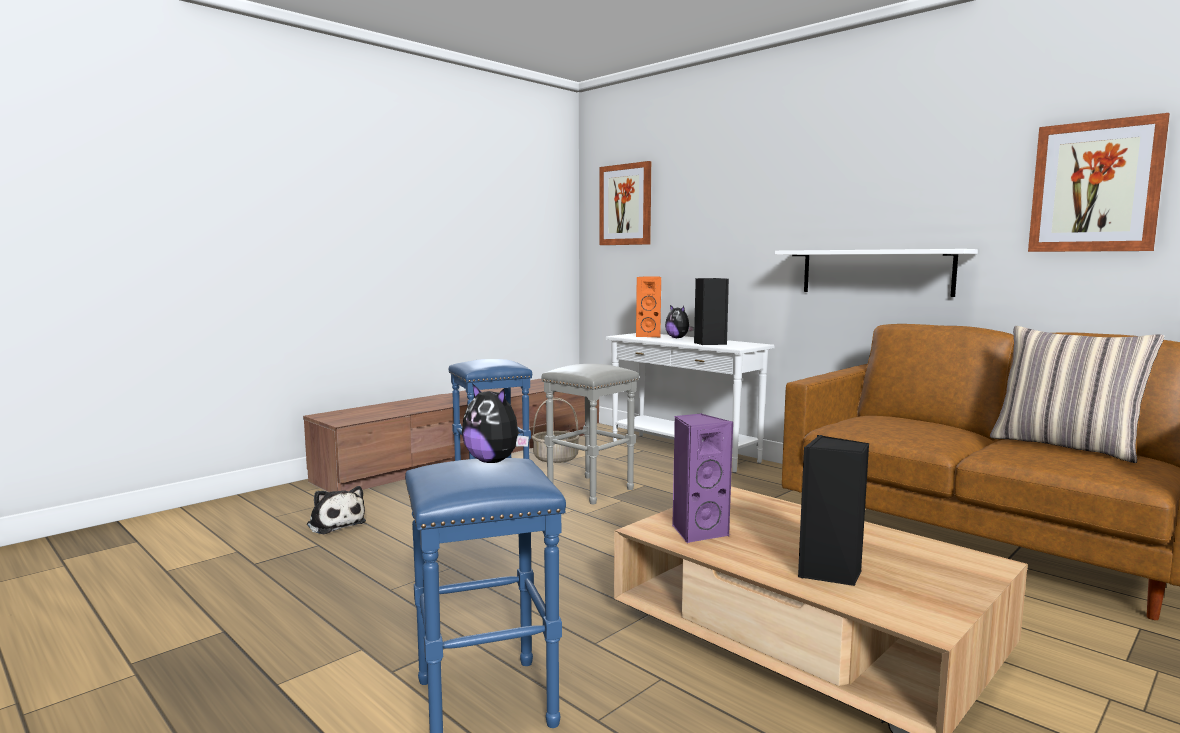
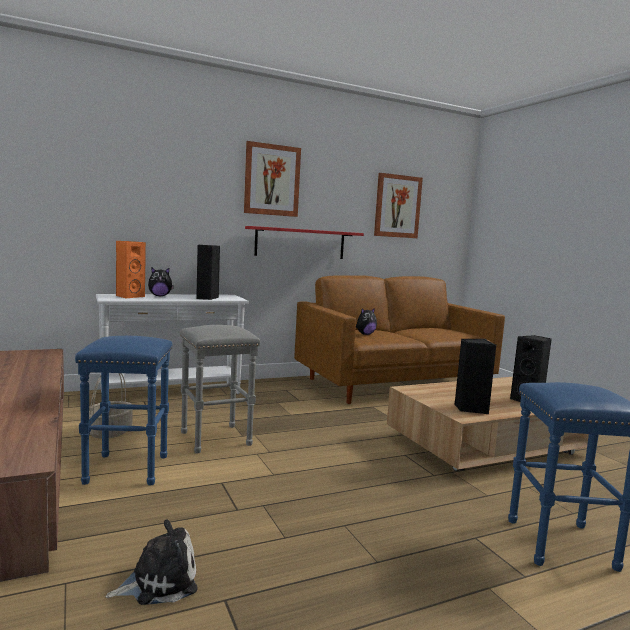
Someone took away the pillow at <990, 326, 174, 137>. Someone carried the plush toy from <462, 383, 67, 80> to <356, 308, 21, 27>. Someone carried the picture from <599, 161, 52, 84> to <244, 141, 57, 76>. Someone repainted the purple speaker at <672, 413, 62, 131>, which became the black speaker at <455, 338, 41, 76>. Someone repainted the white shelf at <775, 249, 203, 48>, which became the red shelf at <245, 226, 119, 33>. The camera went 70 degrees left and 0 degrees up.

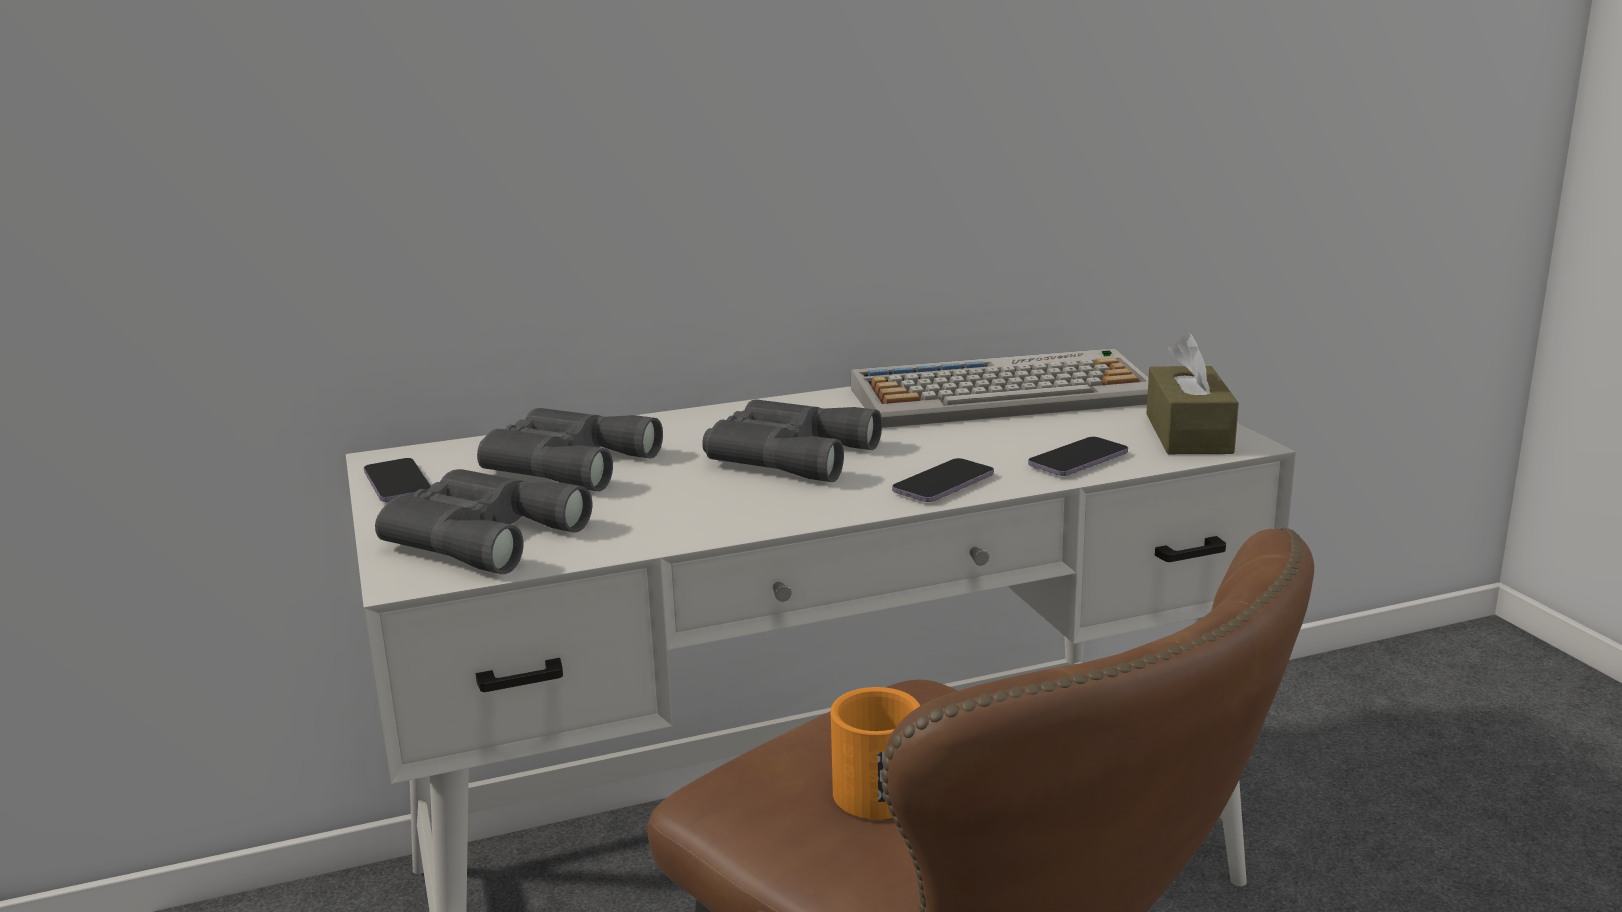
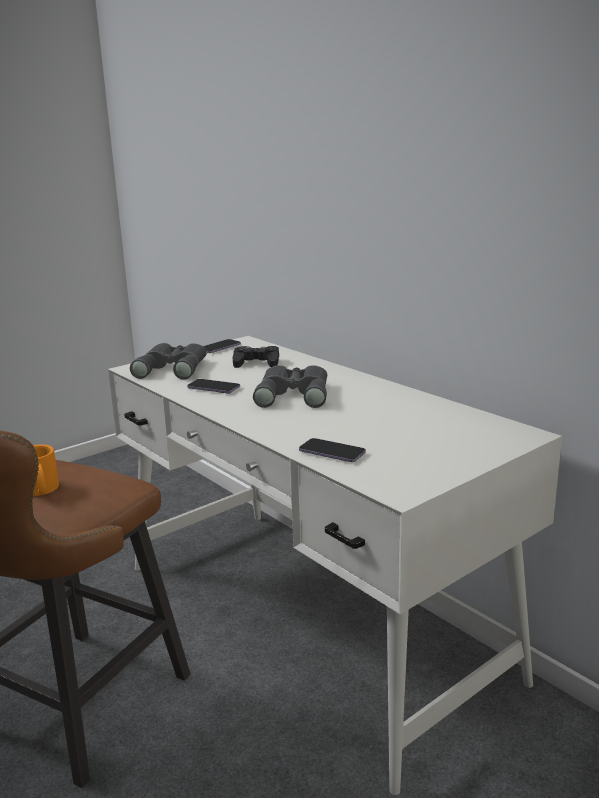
Someone took away the keyboard at <851, 348, 298, 80>. Someone took away the brown tissue box at <1146, 333, 93, 121>. Someone carried the phone from <892, 458, 102, 44> to <187, 379, 53, 15>. Someone swapped the grey binoculars at <477, 408, 186, 83> for the black game controller at <233, 346, 46, 22>. The camera went 70 degrees right and 0 degrees up.

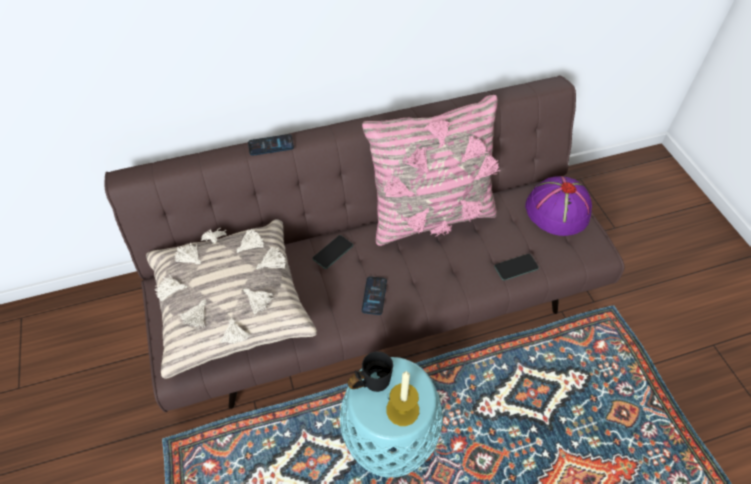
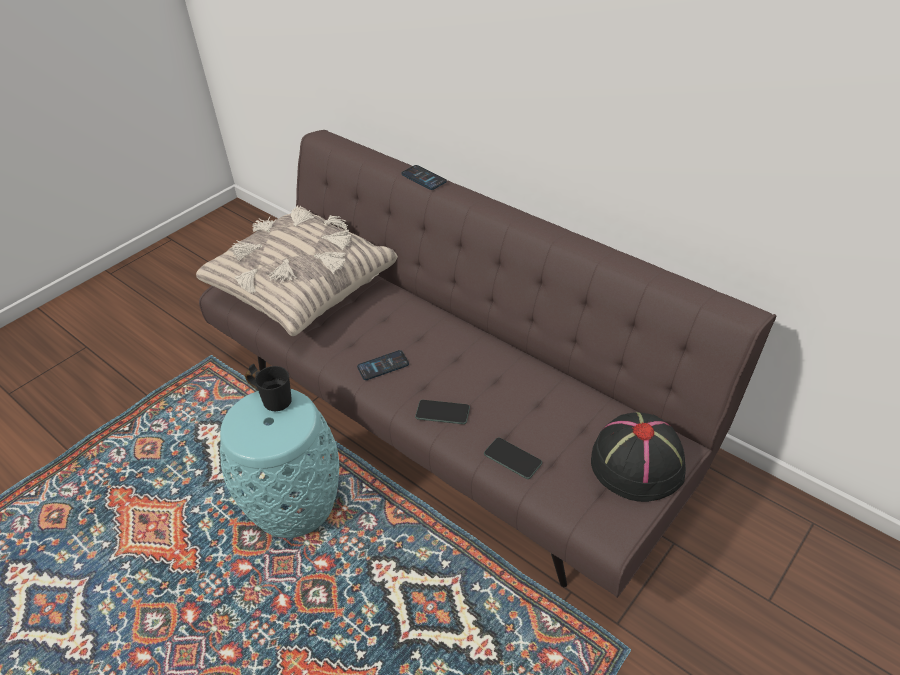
Someone took away the pink pillow at <362, 95, 138, 151>. Someone took away the candle at <386, 371, 33, 55>. Someone carried the phone from <313, 235, 40, 34> to <415, 400, 55, 24>. Someone repainted the purple hat at <525, 176, 67, 60>, which became the black hat at <591, 412, 95, 90>. The camera went 60 degrees right and 10 degrees down.

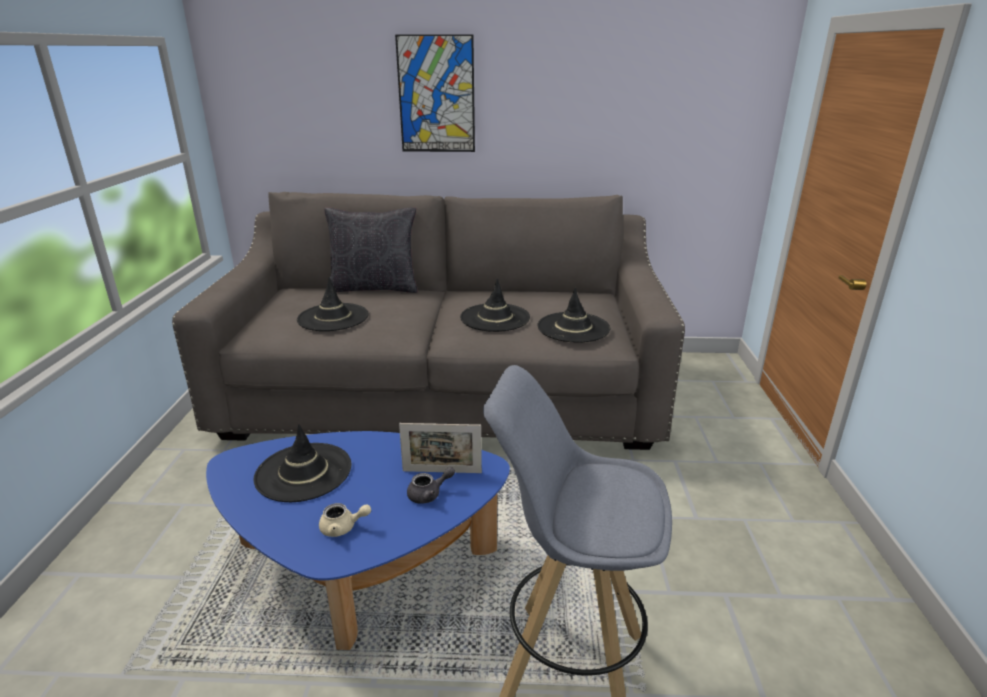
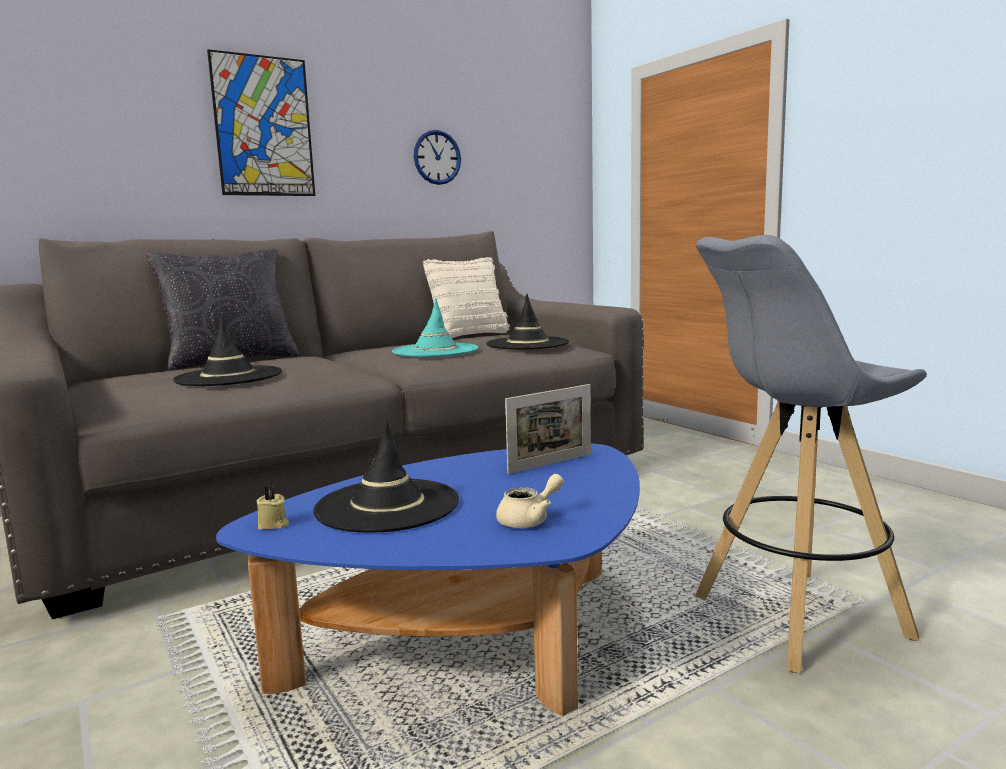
Someone took away the grey teapot at <407, 467, 48, 37>. Someone put down the beige candle at <257, 485, 32, 45>. Someone put up the wall clock at <414, 130, 47, 55>. Someone put down the beige pillow at <422, 257, 88, 81>. Someone repainted the black hat at <460, 278, 70, 54>, which became the turquoise hat at <392, 299, 86, 58>. The camera went 35 degrees left and 15 degrees down.

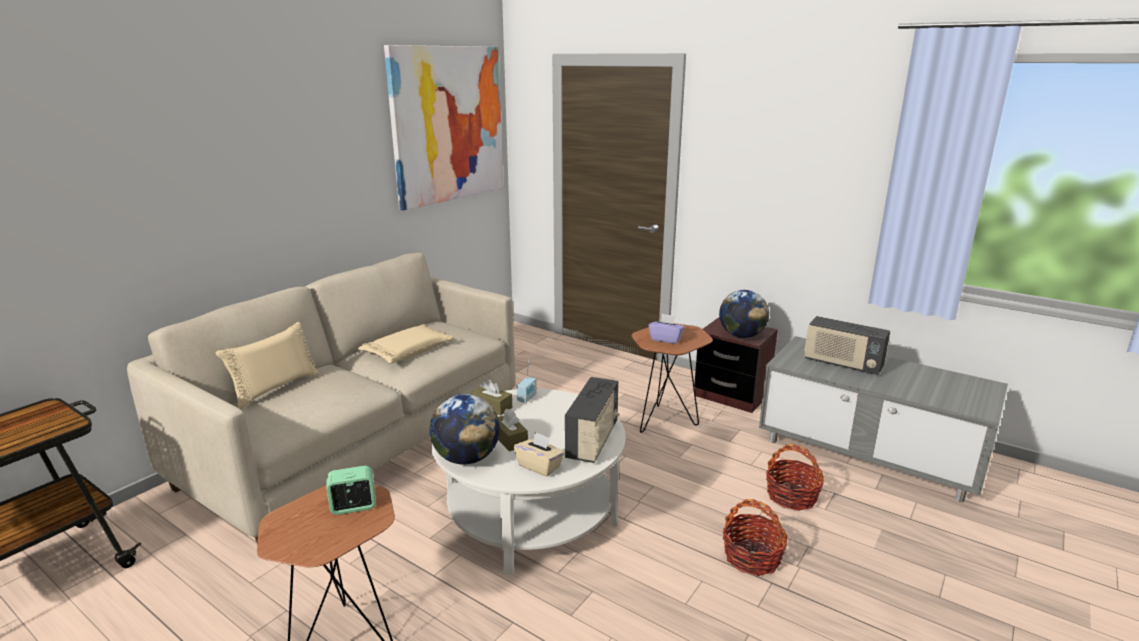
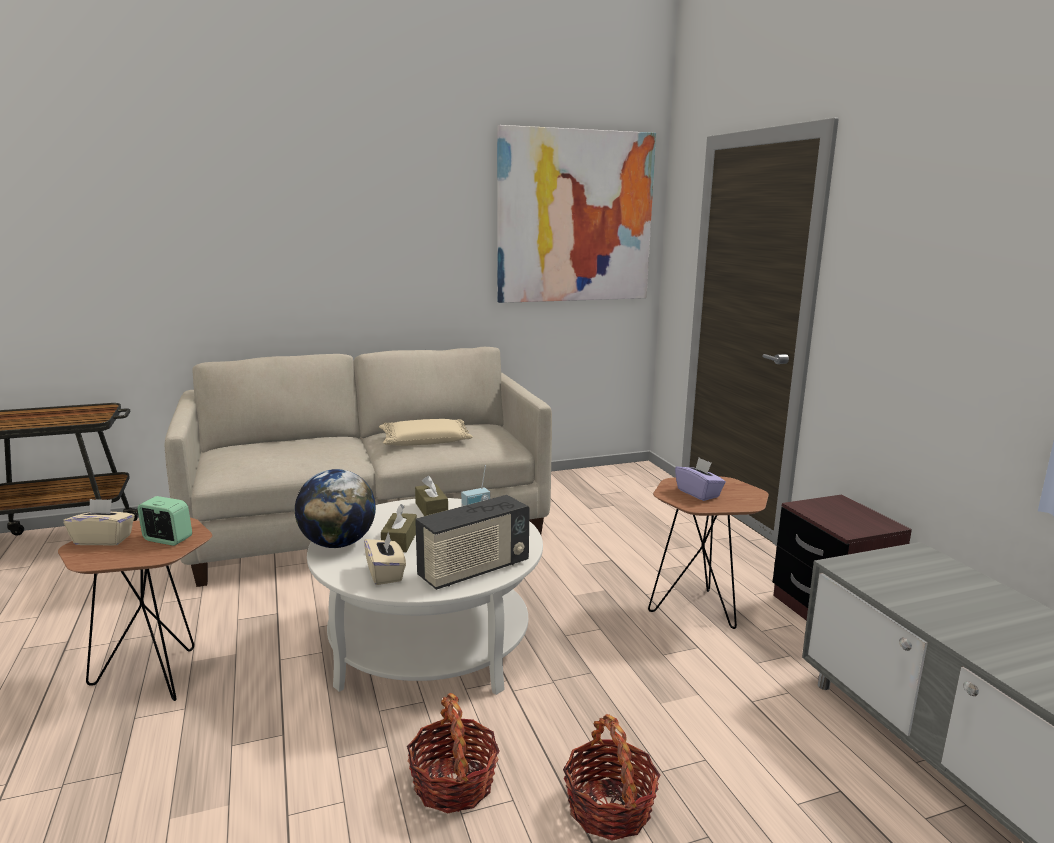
Someone took away the beige pillow at <216, 322, 103, 87>. Someone took away the globe at <719, 290, 50, 48>. Someone took away the radio at <804, 316, 86, 59>. Someone put down the beige tissue box at <64, 499, 71, 47>. Someone carried the basket from <766, 445, 58, 66> to <407, 693, 93, 120>. The camera went 35 degrees right and 5 degrees down.

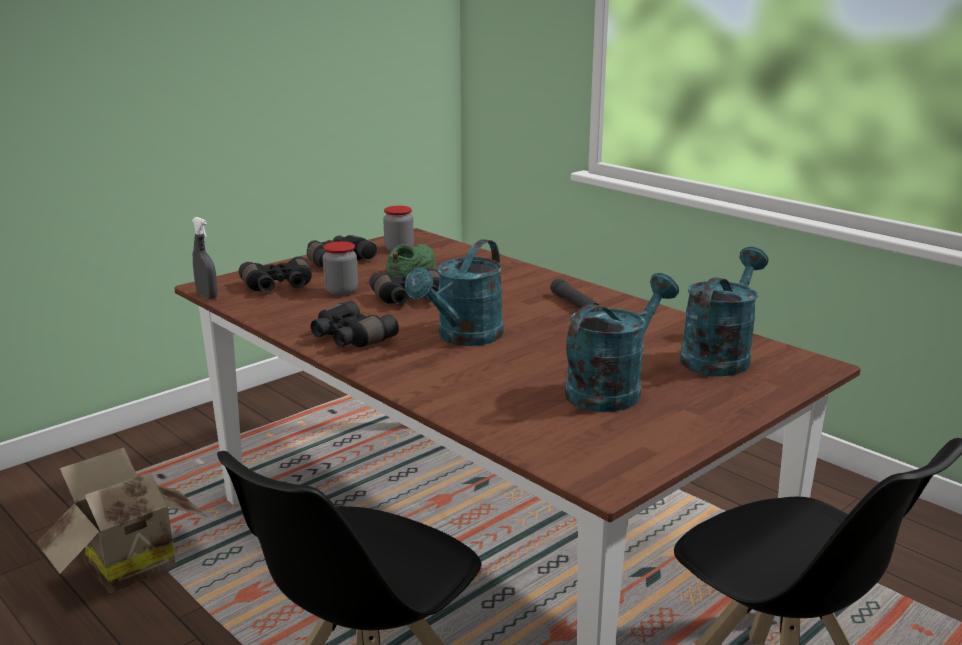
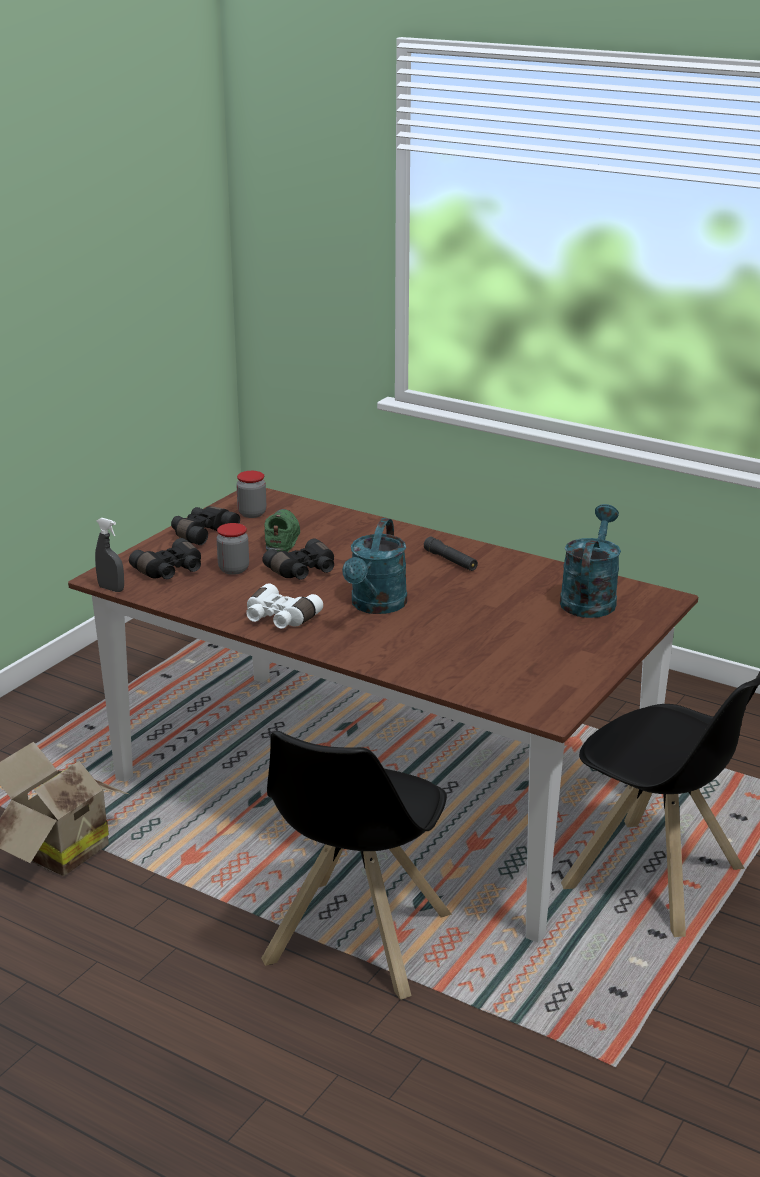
Someone took away the turquoise watering can at <565, 273, 114, 139>. Someone repainted the black binoculars at <311, 301, 88, 46>, which became the white binoculars at <246, 583, 77, 46>. The camera went 15 degrees left and 5 degrees up.

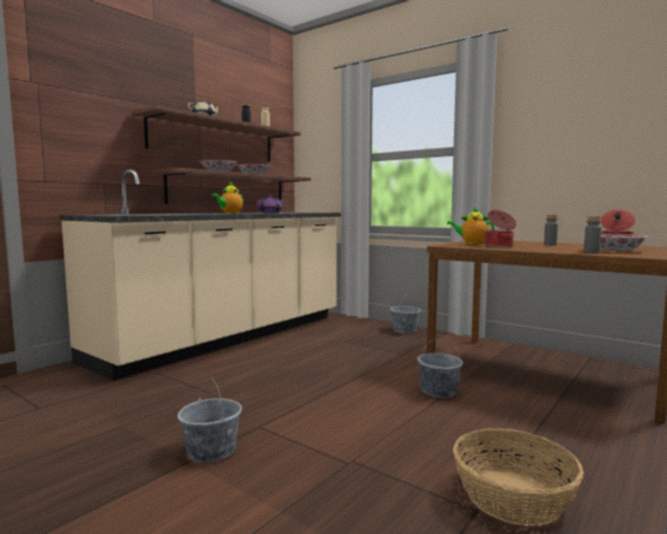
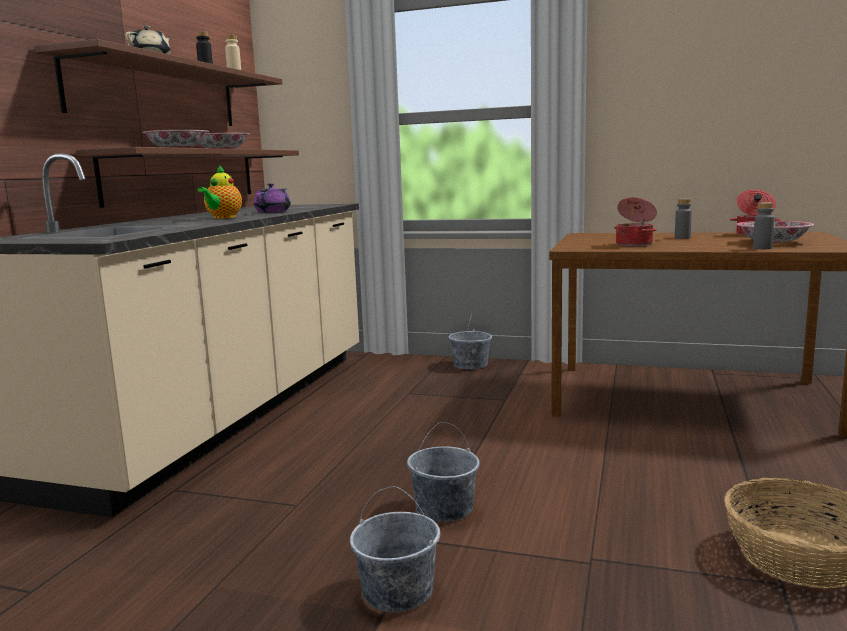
Someone took away the teapot at <447, 207, 47, 37>. Someone carried the grey bucket from <417, 336, 46, 62> to <407, 422, 73, 100>. The camera went 20 degrees left and 5 degrees up.

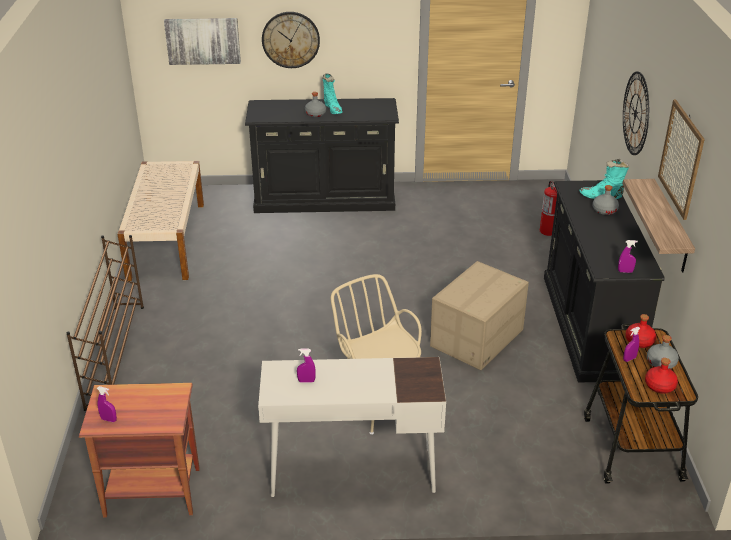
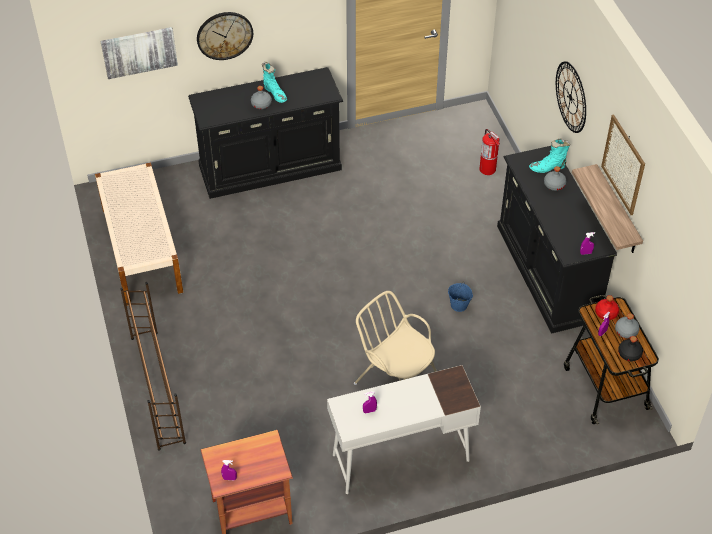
Someone swapped the cardboard box at <430, 261, 99, 109> for the blue bucket at <448, 281, 25, 31>. Someone repainted the red bottle at <645, 358, 33, 36>, which became the black bottle at <618, 336, 25, 25>. The camera went 15 degrees left and 15 degrees up.

